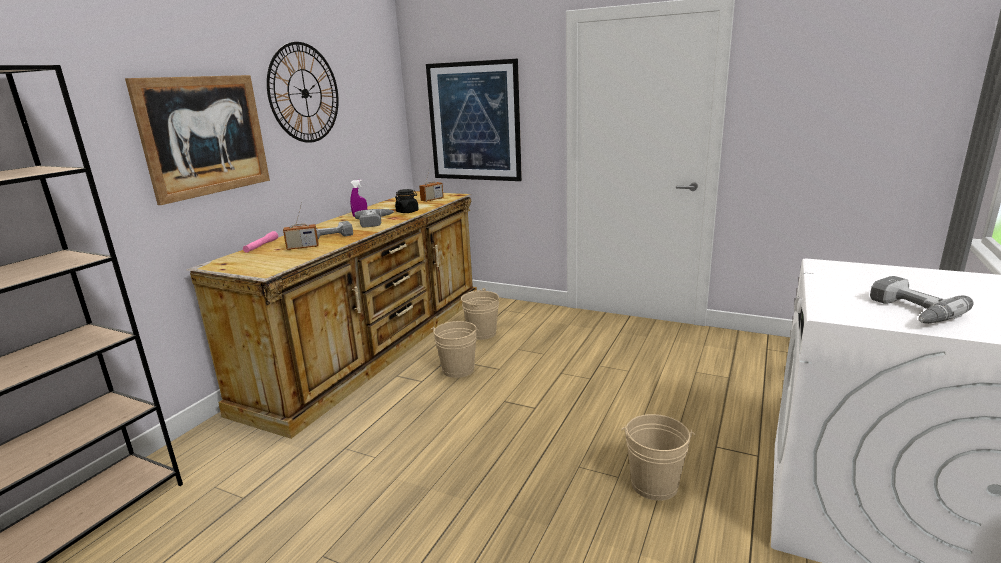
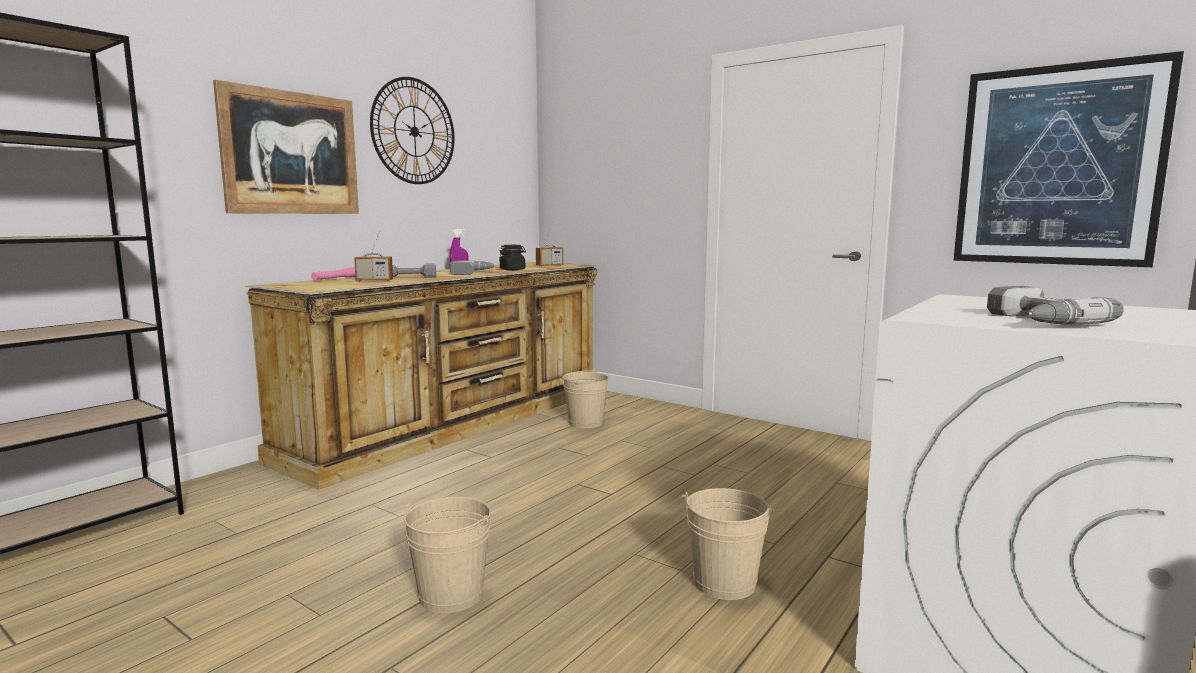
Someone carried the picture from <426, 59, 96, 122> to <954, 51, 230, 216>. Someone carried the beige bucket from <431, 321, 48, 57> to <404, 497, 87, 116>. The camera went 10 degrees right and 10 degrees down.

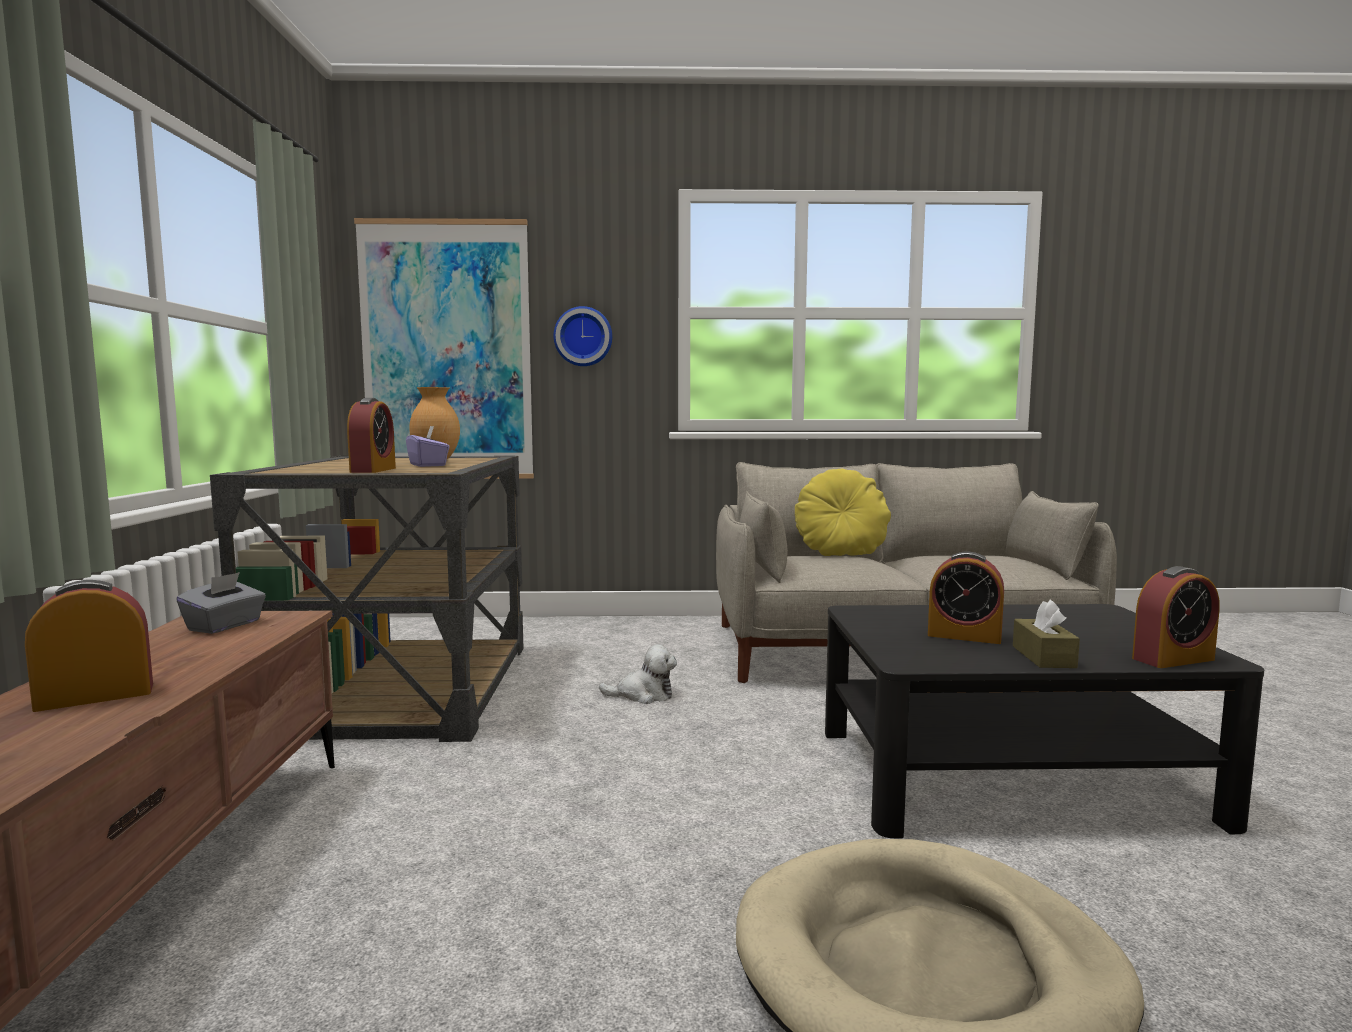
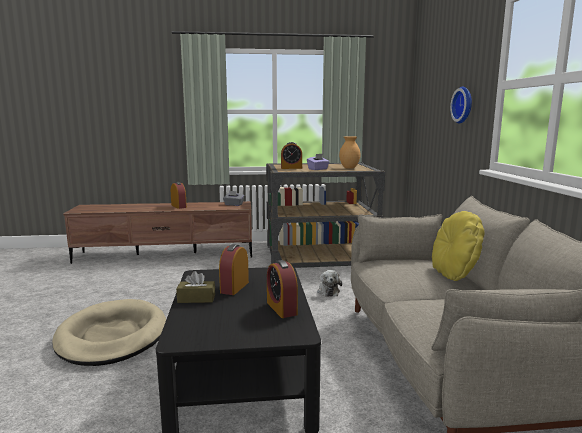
Someone took away the picture at <354, 218, 180, 261>. Someone carried the alarm clock from <1132, 566, 88, 102> to <267, 260, 31, 58>. The camera went 85 degrees right and 5 degrees up.

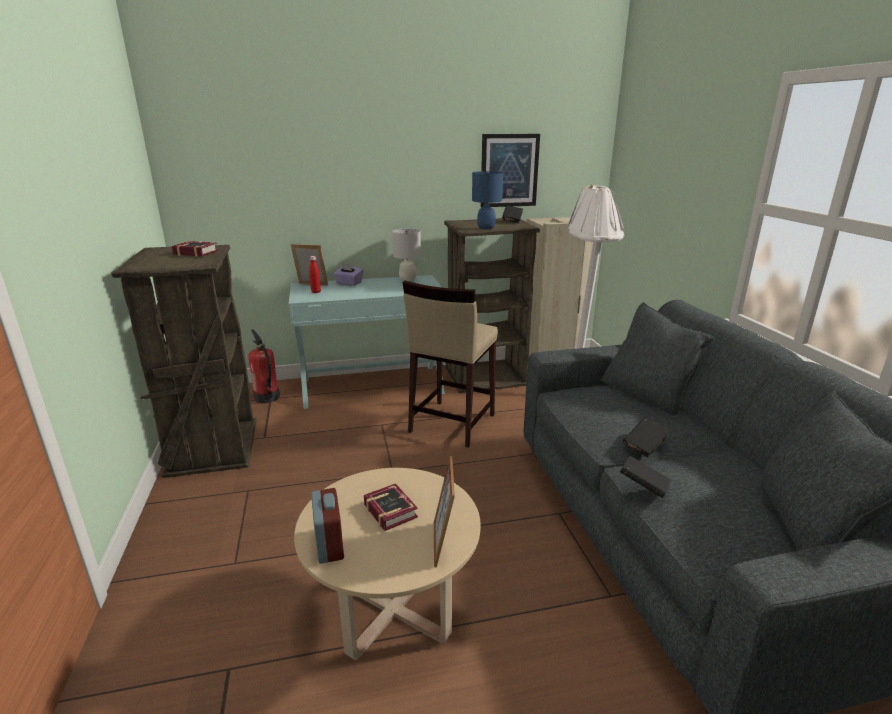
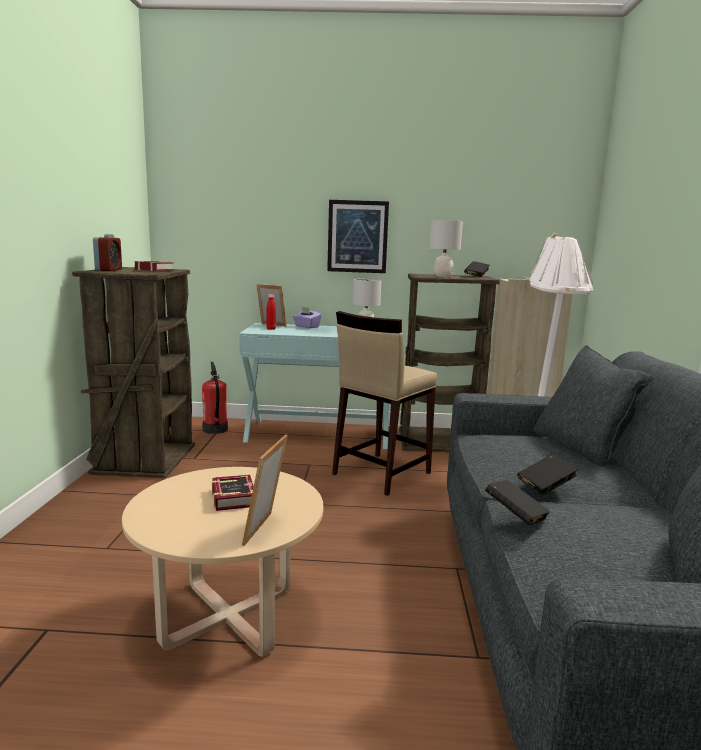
Someone carried the alarm clock from <311, 488, 33, 76> to <93, 234, 29, 37>. Someone carried the picture from <481, 134, 59, 73> to <327, 200, 62, 73>. Someone repainted the blue table lamp at <472, 171, 31, 58>, which became the grey table lamp at <429, 220, 34, 58>. The camera went 15 degrees right and 10 degrees down.

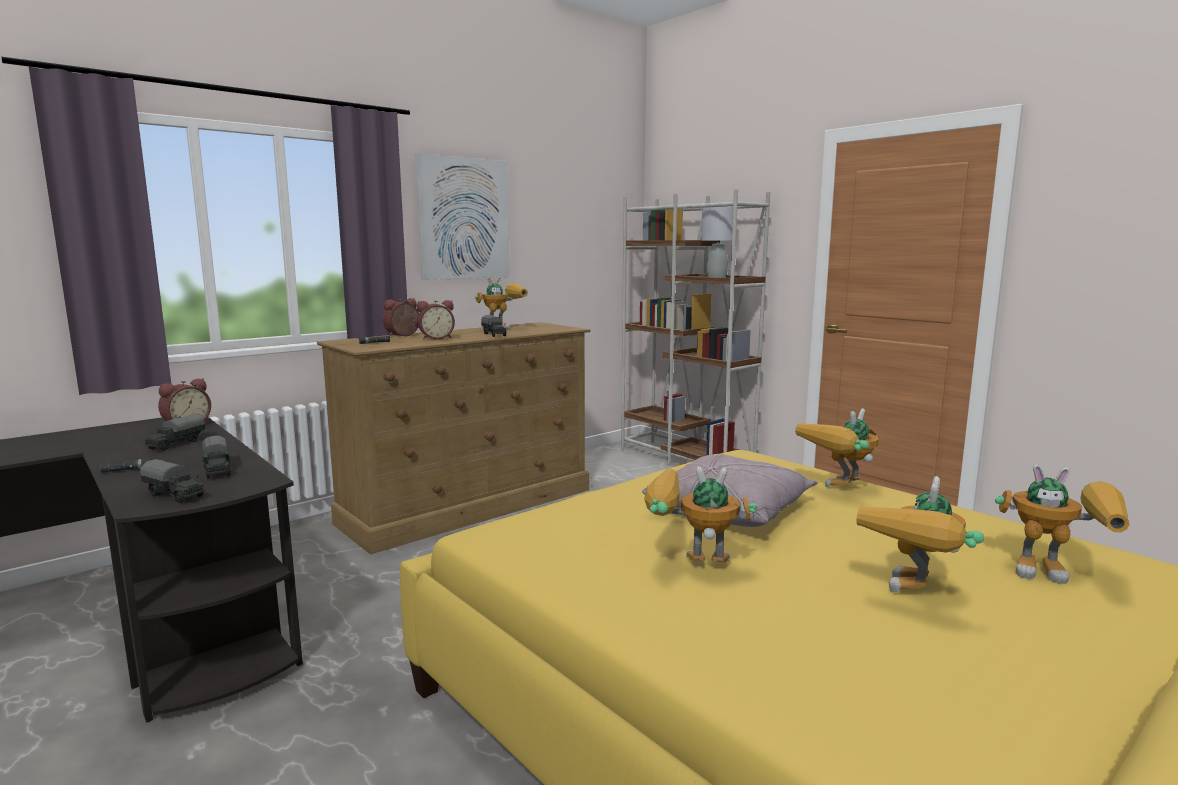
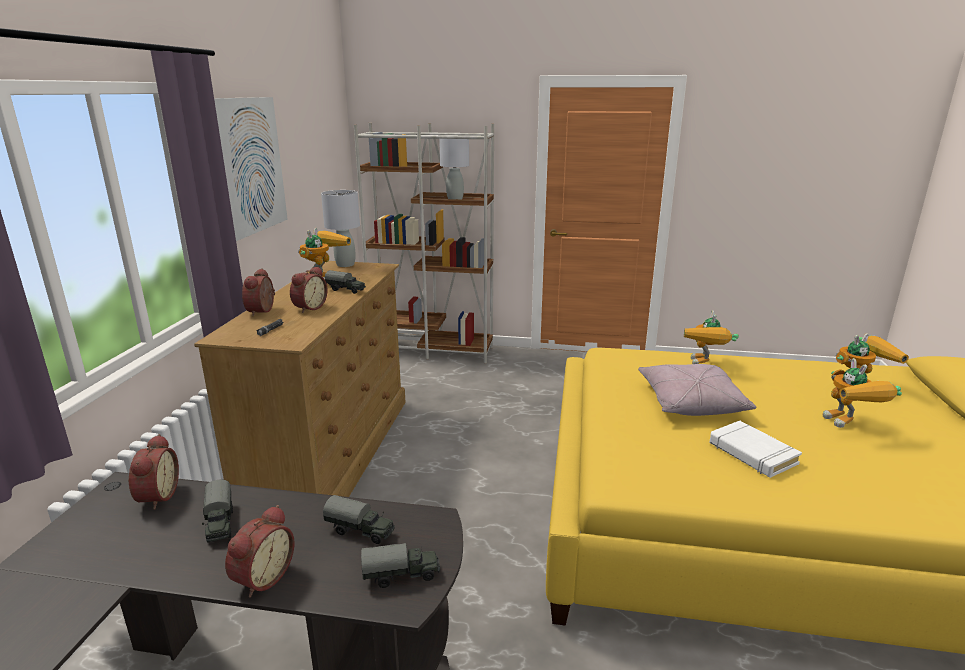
Someone put down the grey table lamp at <321, 190, 39, 77>. Someone swapped the black flashlight at <100, 458, 52, 15> for the alarm clock at <225, 505, 70, 93>. Someone swapped the toy robot at <644, 466, 113, 96> for the white book at <709, 421, 93, 57>. The camera went 40 degrees left and 10 degrees up.

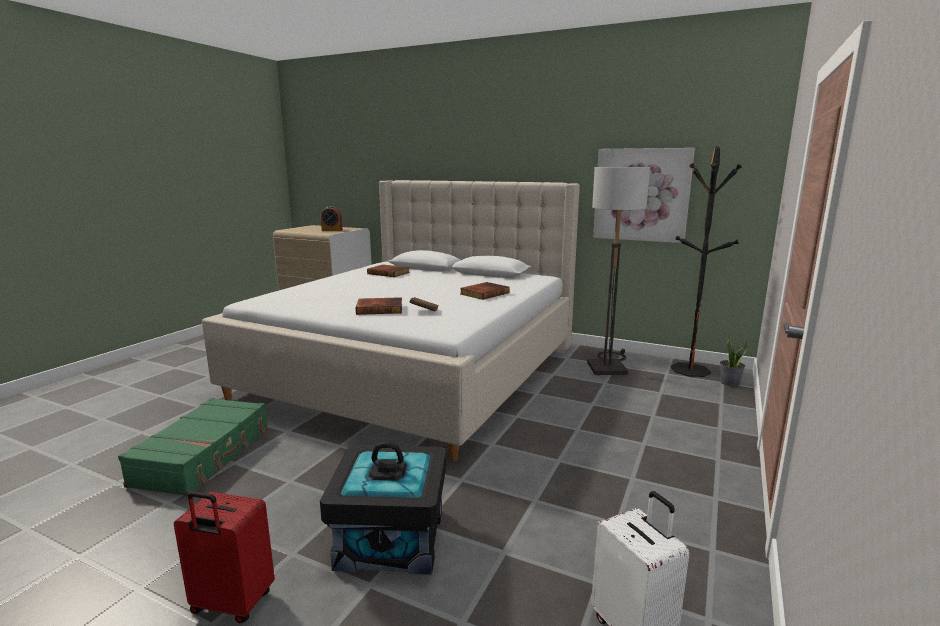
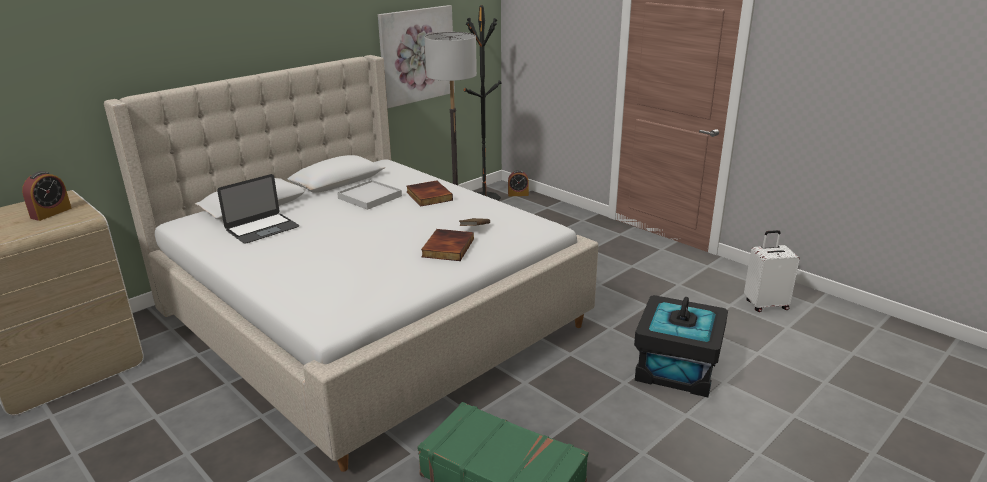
Someone took away the red suitcase at <174, 491, 101, 132>. Someone put down the white tray at <337, 180, 65, 30>. Someone swapped the book at <367, 264, 43, 13> for the laptop at <217, 174, 82, 70>. Someone swapped the potted plant at <720, 337, 28, 50> for the alarm clock at <508, 170, 21, 26>. The camera went 70 degrees left and 10 degrees up.

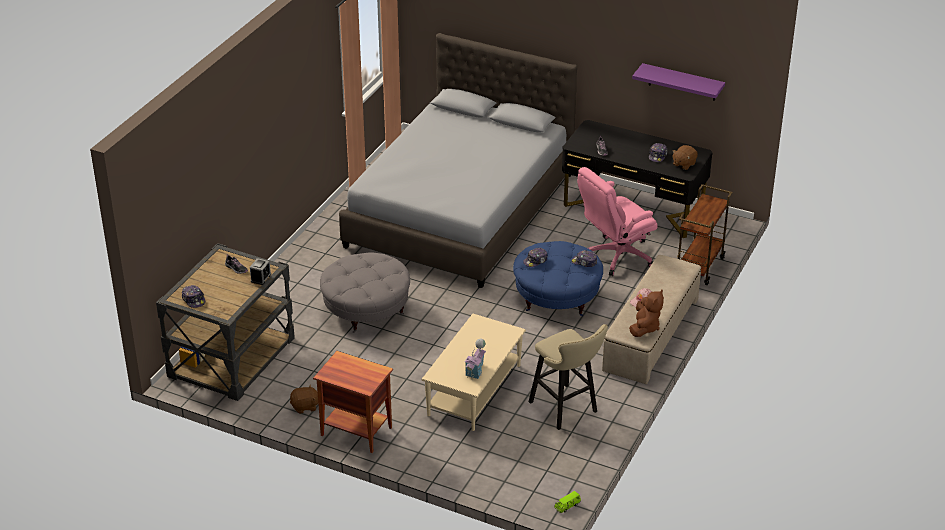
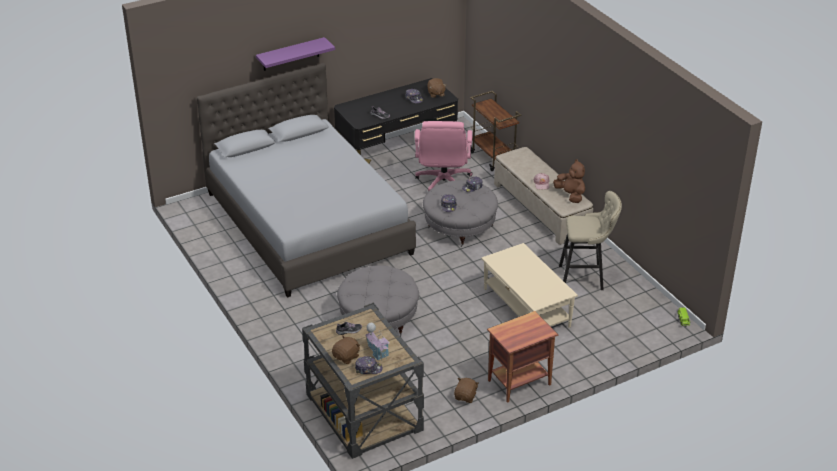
Someone took away the alarm clock at <250, 258, 21, 27>. Someone put down the brown plush toy at <332, 336, 28, 28>. Someone carried the toy house from <465, 338, 21, 42> to <365, 323, 24, 38>. Someone carried the purple shelf from <632, 63, 93, 38> to <256, 37, 79, 34>. Someone repainted the blue ottoman at <513, 241, 90, 75>, which became the grey ottoman at <423, 180, 75, 67>. The camera went 55 degrees left and 0 degrees up.

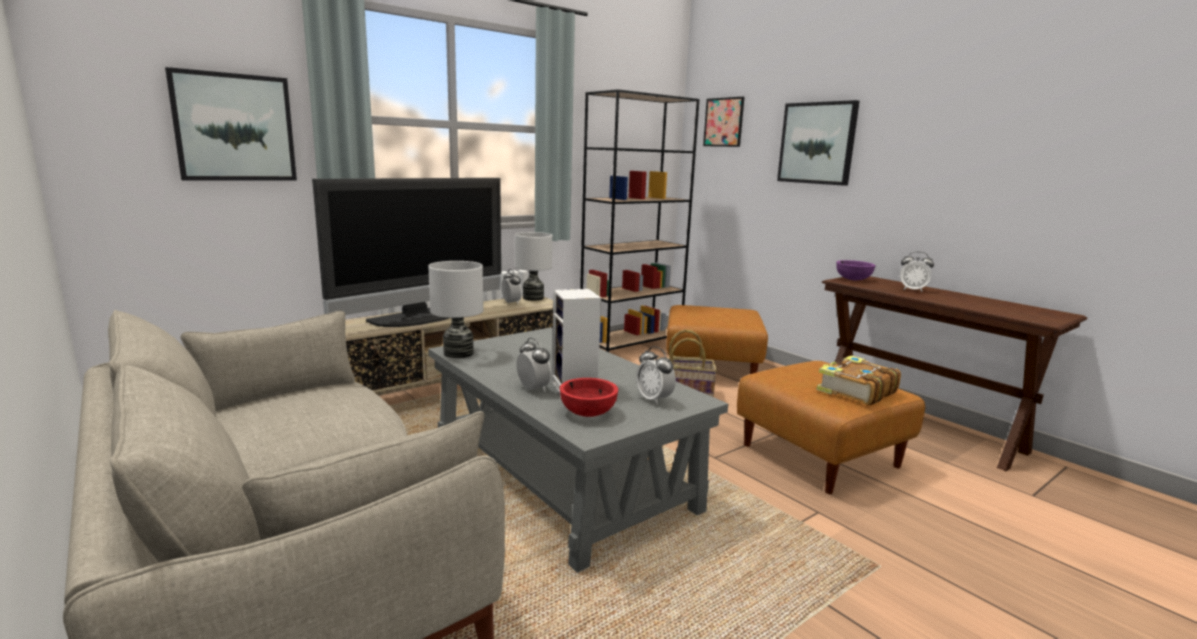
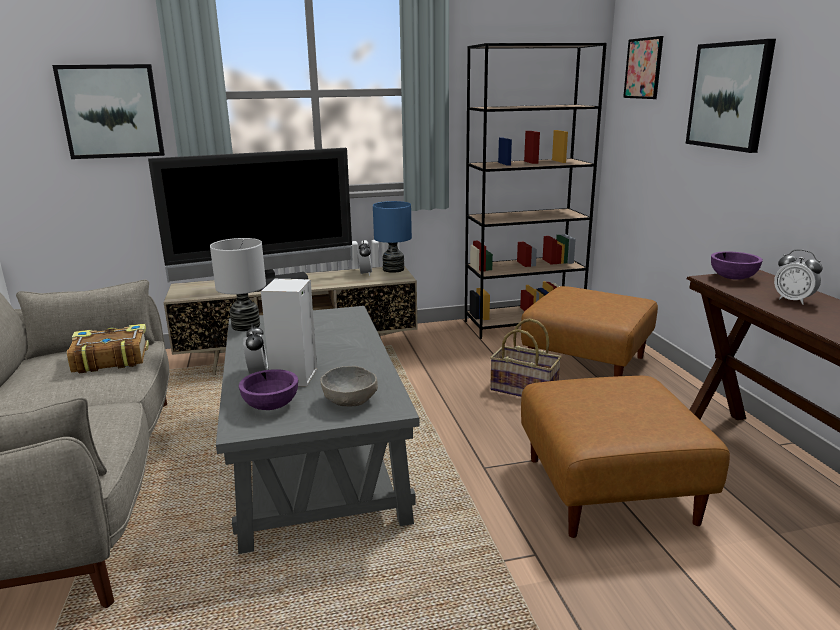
Someone carried the book from <817, 356, 84, 49> to <67, 324, 82, 49>. Someone swapped the alarm clock at <636, 346, 40, 59> for the grey bowl at <320, 366, 58, 41>. Someone repainted the grey table lamp at <515, 232, 37, 68>, which became the blue table lamp at <373, 201, 39, 72>. Someone repainted the red bowl at <560, 378, 58, 39>, which became the purple bowl at <239, 369, 59, 41>. The camera went 25 degrees right and 5 degrees up.

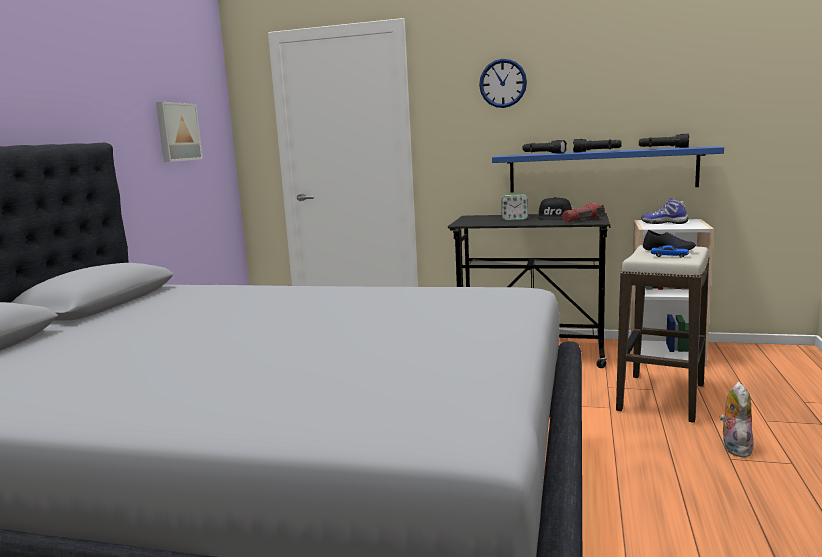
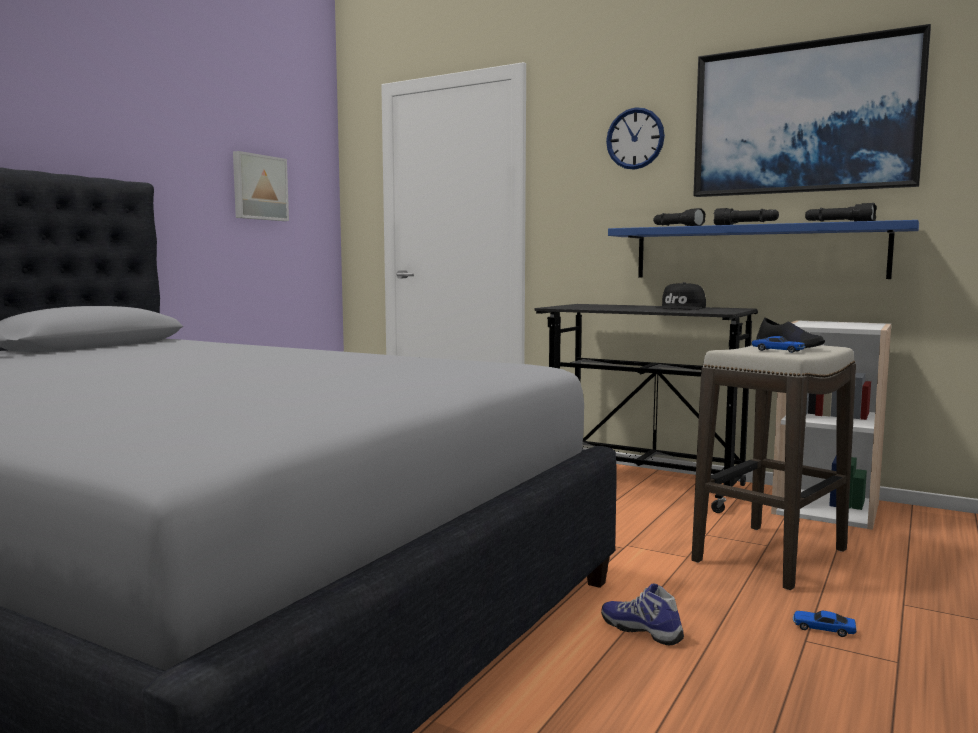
Someone took away the alarm clock at <501, 194, 27, 26>. Someone took away the flashlight at <562, 203, 43, 19>. Someone put up the picture at <693, 24, 238, 173>. Someone carried the shoe from <642, 198, 46, 26> to <601, 584, 83, 62>. Someone swapped the plush toy at <719, 382, 35, 76> for the toy car at <793, 610, 64, 27>. The camera went 15 degrees right and 5 degrees down.

